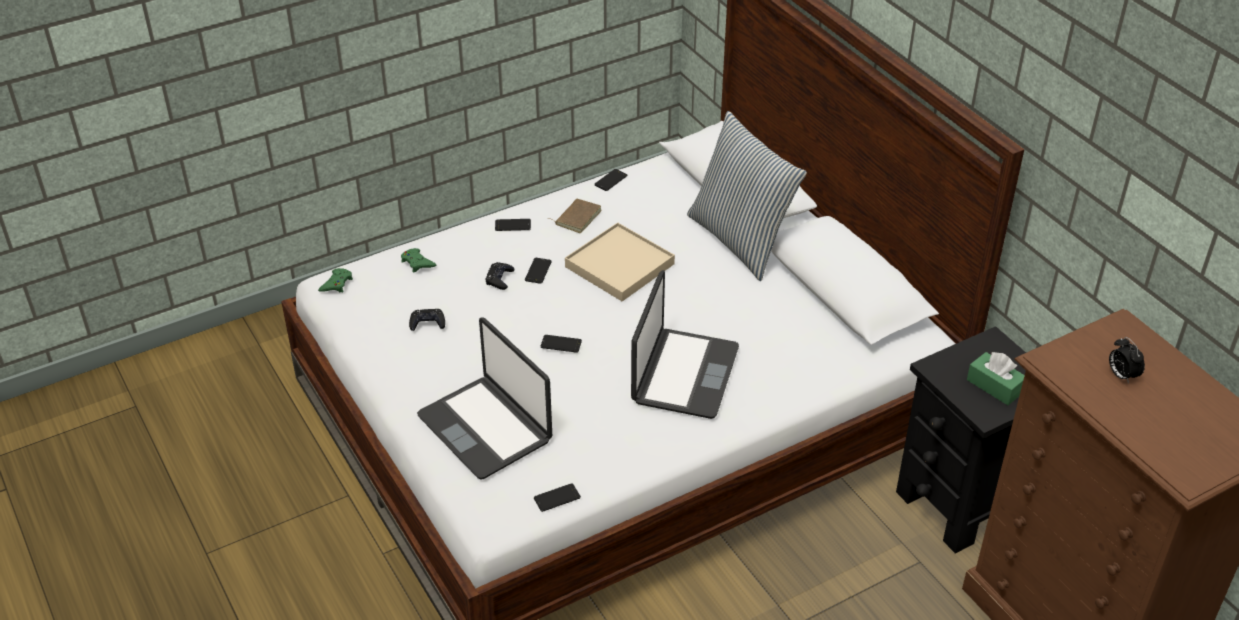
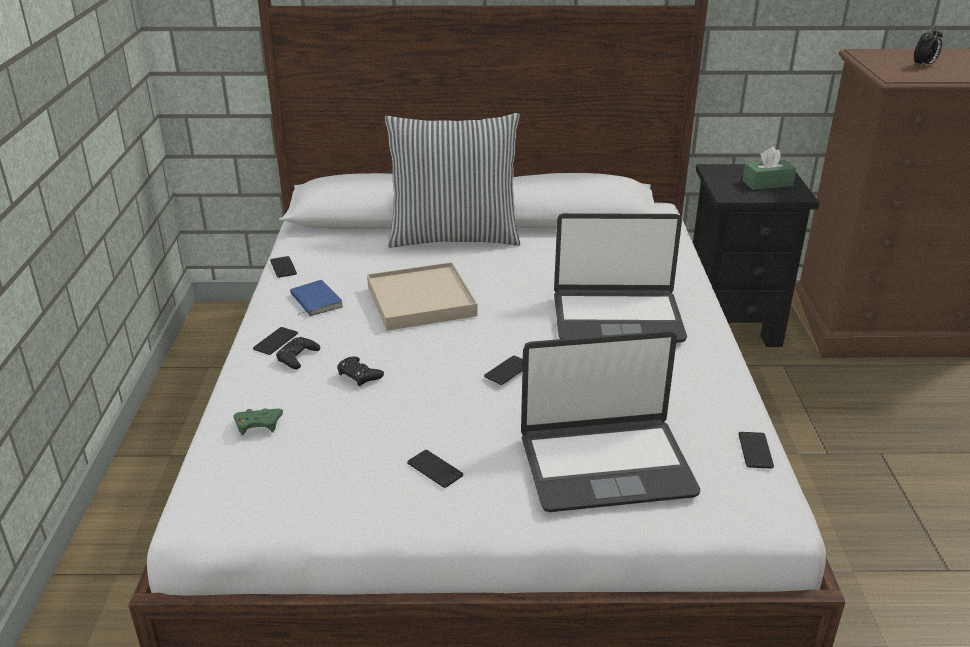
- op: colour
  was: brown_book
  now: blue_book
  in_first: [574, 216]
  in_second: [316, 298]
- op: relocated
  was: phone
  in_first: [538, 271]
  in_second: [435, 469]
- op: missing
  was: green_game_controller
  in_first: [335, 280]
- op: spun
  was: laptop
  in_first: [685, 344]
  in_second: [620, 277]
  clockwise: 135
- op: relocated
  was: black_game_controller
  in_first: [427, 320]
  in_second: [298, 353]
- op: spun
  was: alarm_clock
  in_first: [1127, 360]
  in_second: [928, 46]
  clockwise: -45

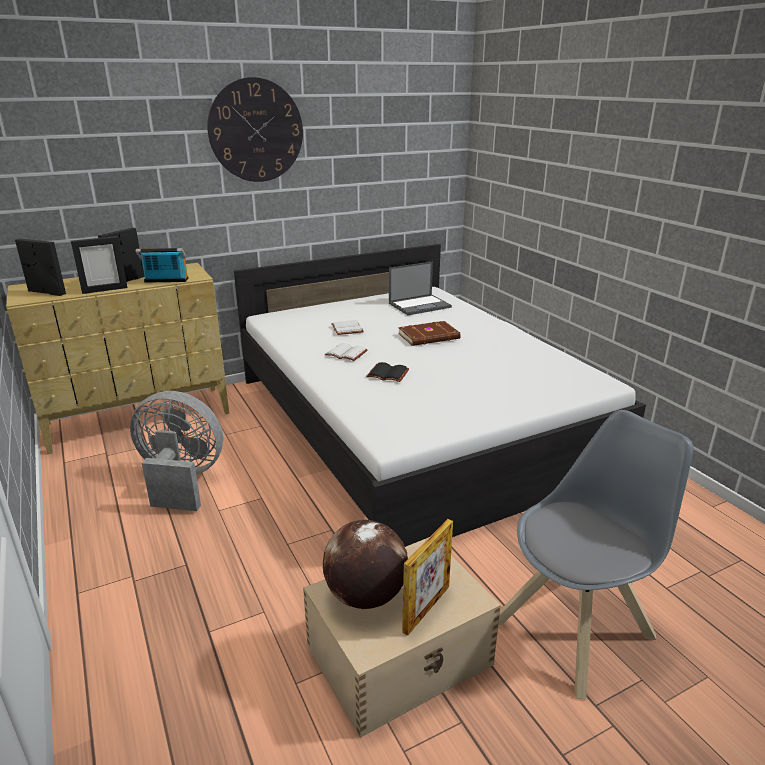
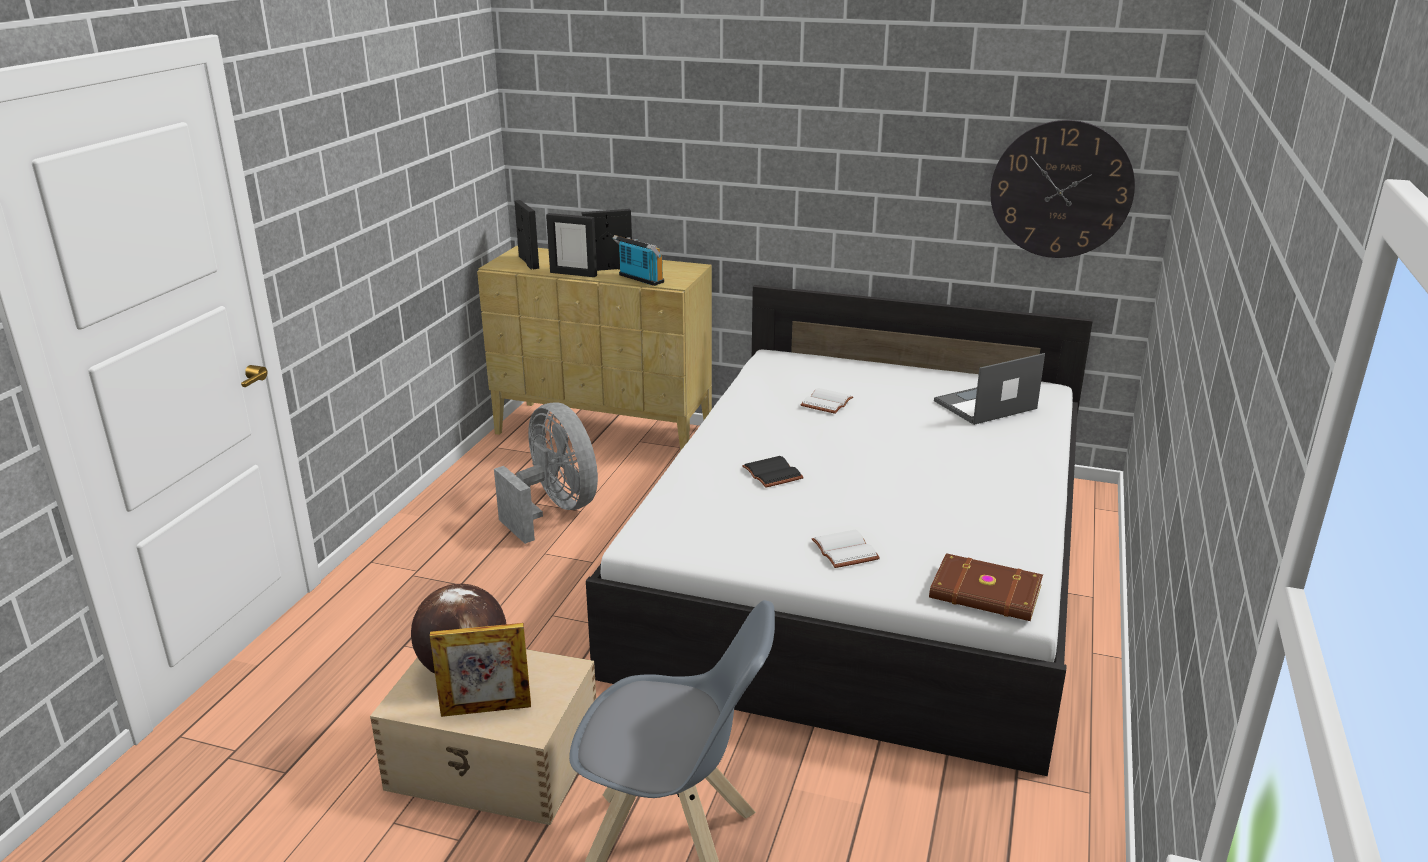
- op: relocated
  was: wall_clock
  in_first: [255, 129]
  in_second: [1062, 189]
- op: spun
  was: laptop
  in_first: [420, 288]
  in_second: [989, 389]
  clockwise: 135
- op: relocated
  was: brown_book
  in_first: [429, 333]
  in_second: [986, 587]
- op: relocated
  was: white_book
  in_first: [346, 352]
  in_second: [846, 548]

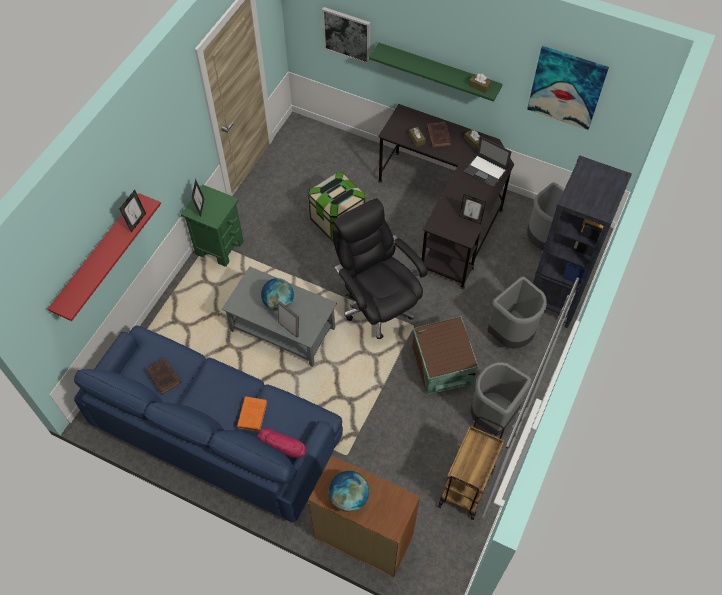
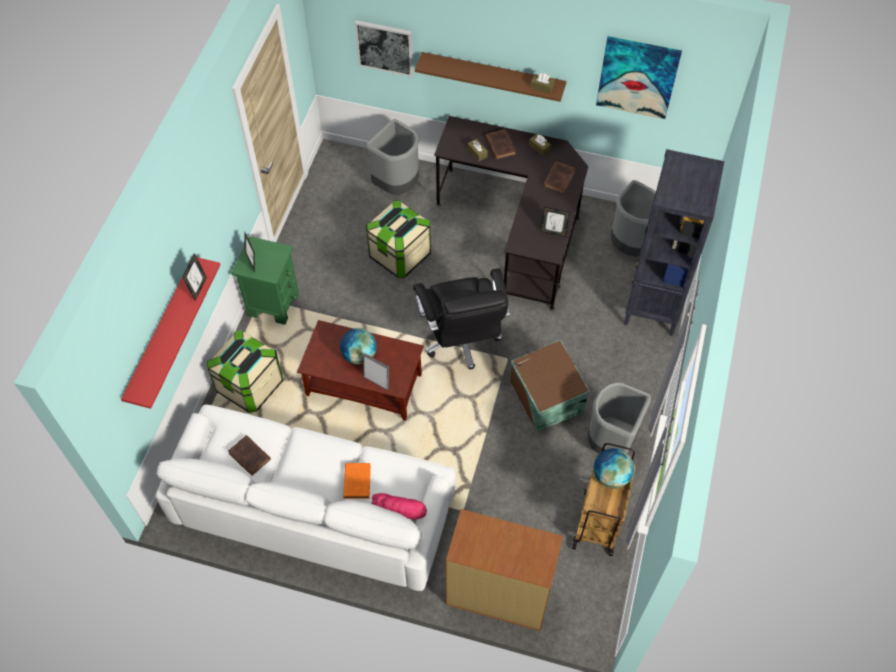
- op: colour
  was: green_shelf
  now: brown_shelf
  in_first: [436, 72]
  in_second: [490, 77]
- op: exchanged
  was: laptop
  now: brown_book
  in_first: [487, 162]
  in_second: [559, 177]
- op: spun
  was: black_office_chair
  in_first: [380, 268]
  in_second: [461, 318]
  clockwise: -150
- op: colour
  was: grey_coffee_table
  now: brown_coffee_table
  in_first: [279, 316]
  in_second: [360, 370]
- op: relocated
  was: grey_trash_can
  in_first: [517, 312]
  in_second: [393, 157]
- op: colour
  was: blue_sofa
  now: white_sofa
  in_first: [208, 424]
  in_second: [305, 498]
- op: relocated
  was: globe
  in_first: [349, 491]
  in_second: [614, 468]
- op: appeared
  now: storage_box
  in_second: [245, 371]

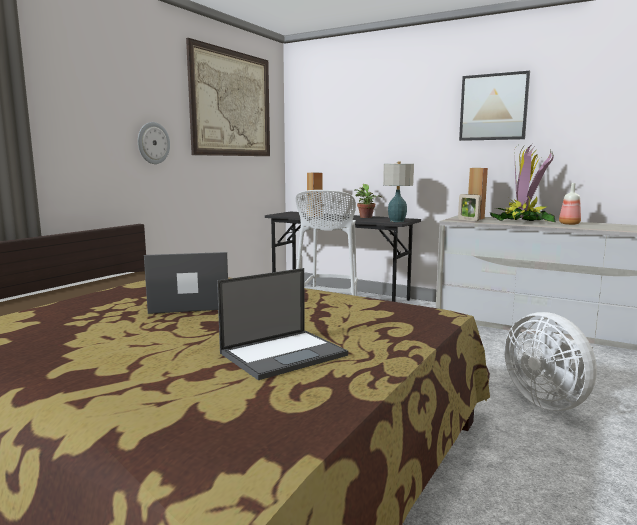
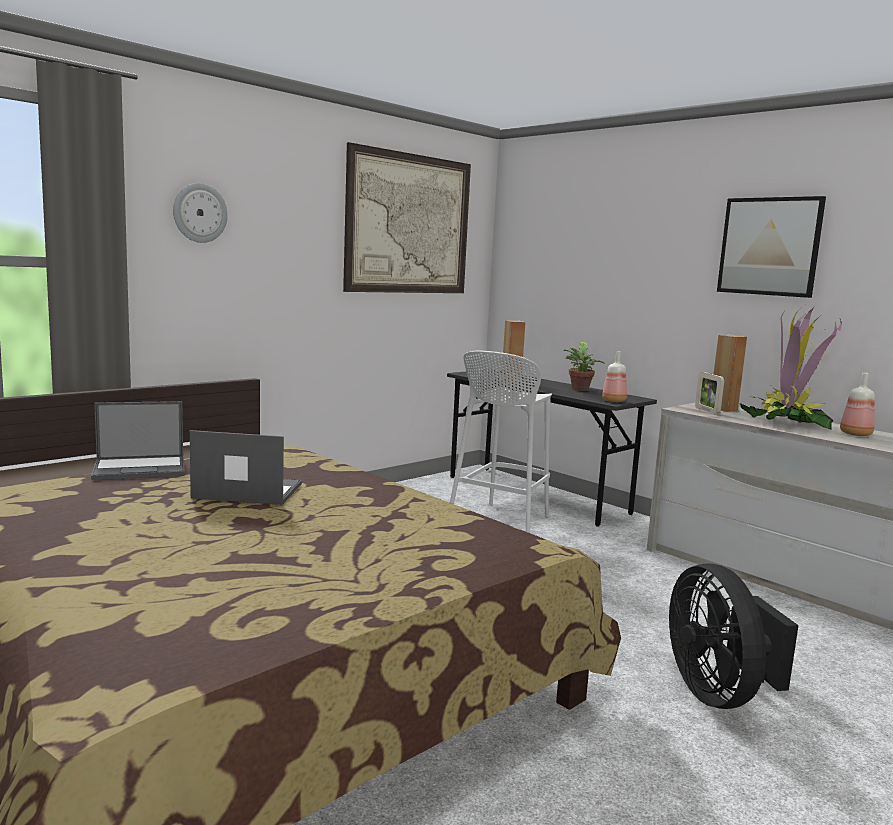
- op: relocated
  was: wall_clock
  in_first: [154, 143]
  in_second: [200, 213]
- op: exchanged
  was: table_lamp
  now: bottle
  in_first: [398, 192]
  in_second: [614, 376]
- op: relocated
  was: laptop
  in_first: [282, 324]
  in_second: [138, 440]
- op: colour
  was: white_fan
  now: black_fan
  in_first: [551, 361]
  in_second: [734, 636]

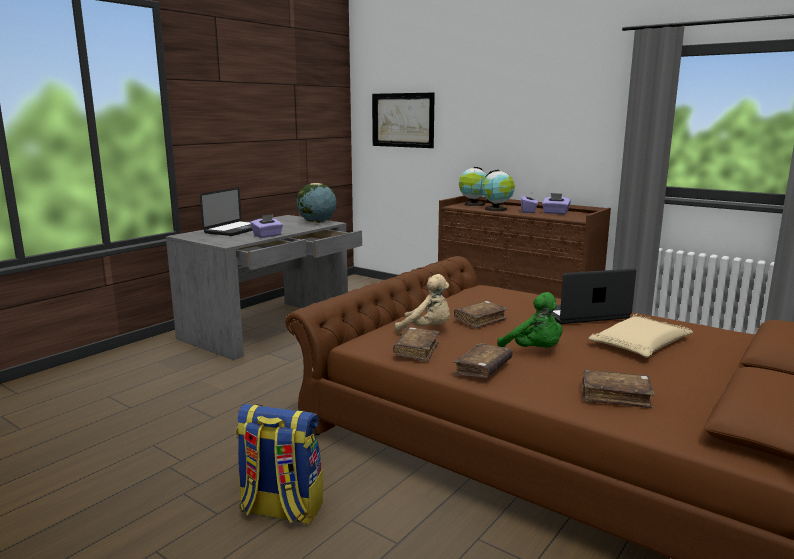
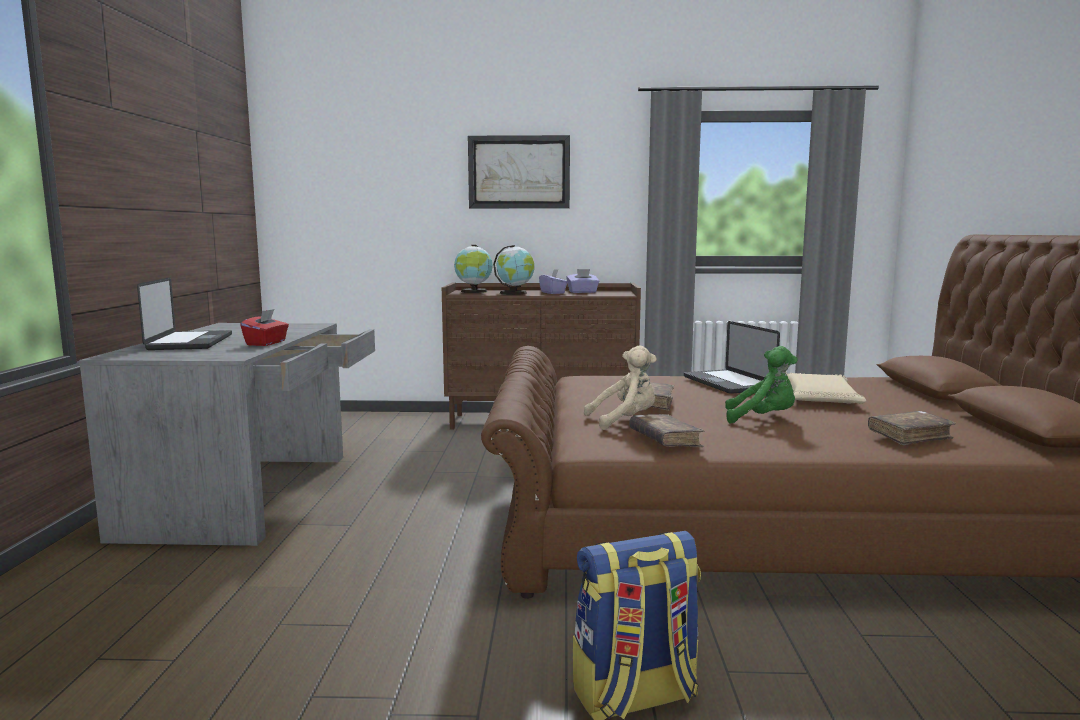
- op: relocated
  was: picture
  in_first: [403, 120]
  in_second: [519, 172]
- op: missing
  was: globe
  in_first: [316, 203]
- op: colour
  was: purple_tissue_box
  now: red_tissue_box
  in_first: [267, 226]
  in_second: [264, 327]
- op: spun
  was: laptop
  in_first: [594, 296]
  in_second: [732, 357]
  clockwise: -60
- op: missing
  was: brown_book
  in_first: [482, 360]

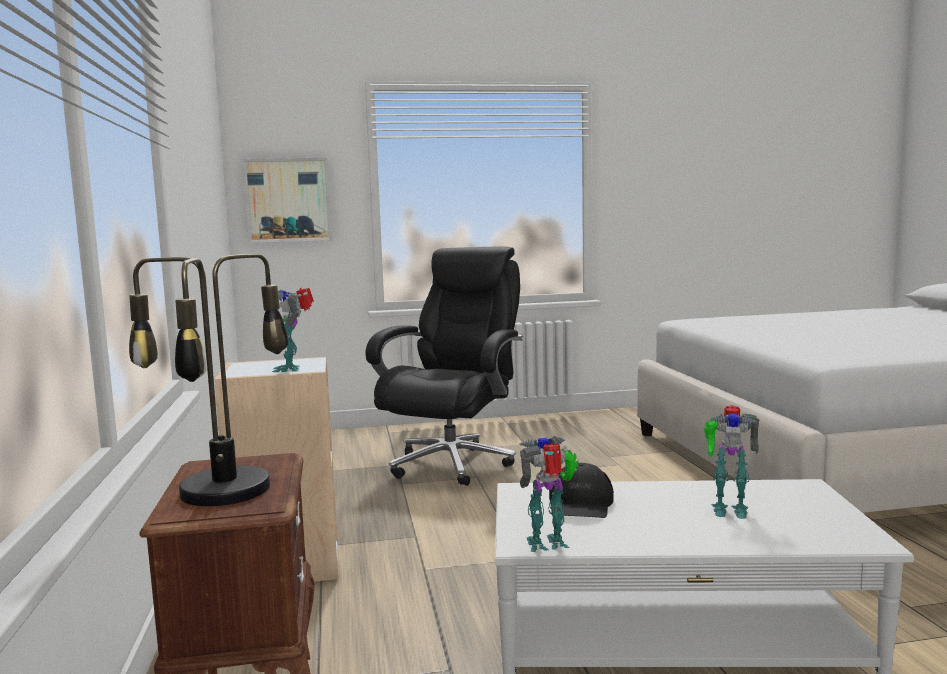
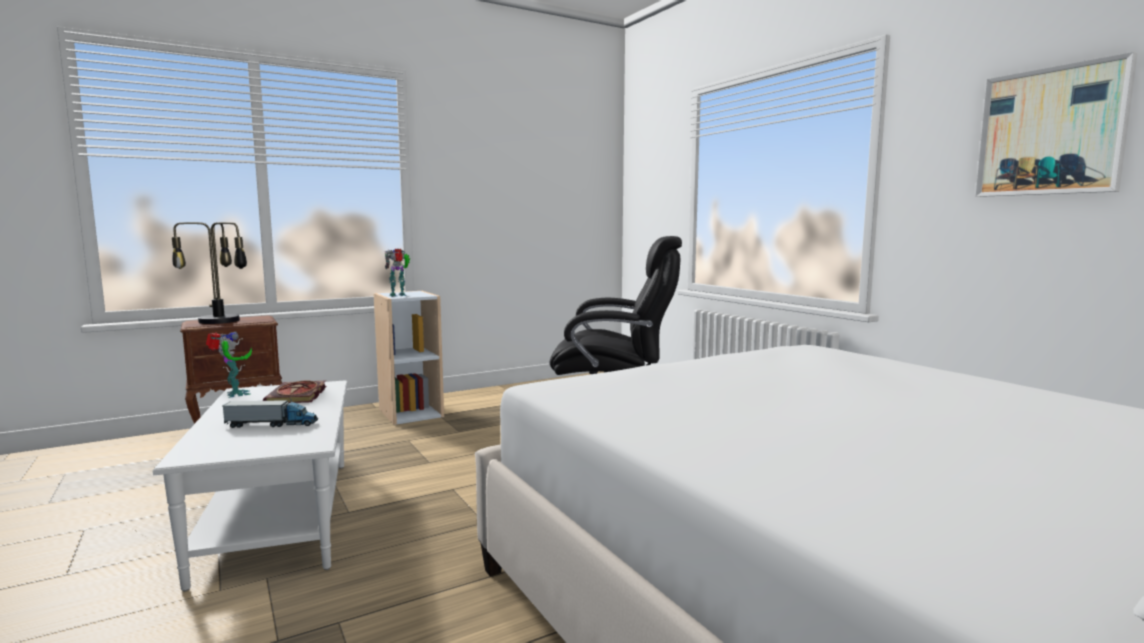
- op: relocated
  was: picture
  in_first: [287, 200]
  in_second: [1057, 124]
- op: exchanged
  was: toy_robot
  now: toy_truck
  in_first: [732, 462]
  in_second: [270, 413]
- op: exchanged
  was: black_cap
  now: book
  in_first: [581, 490]
  in_second: [294, 391]

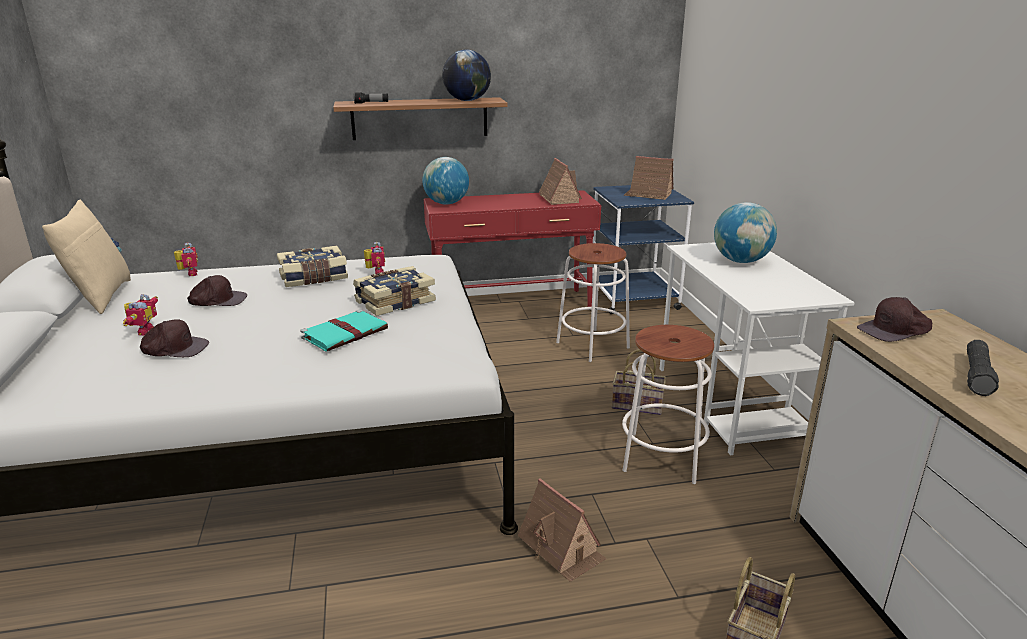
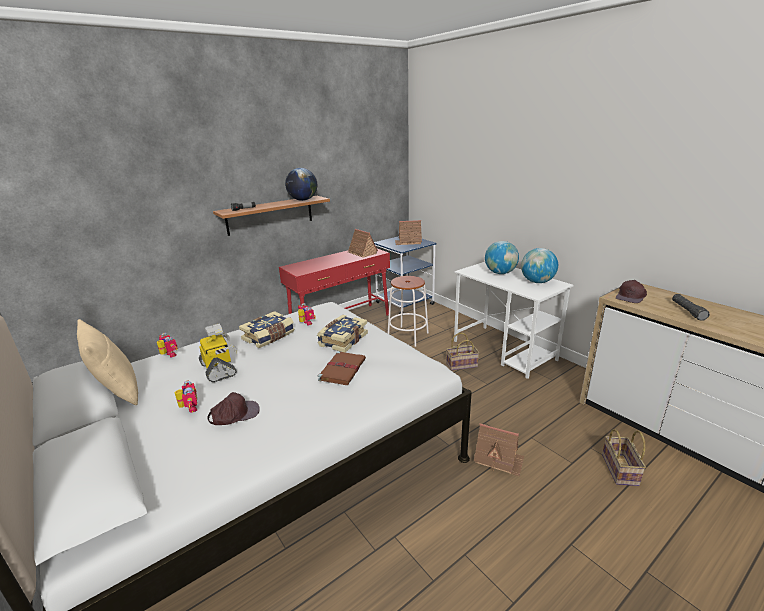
- op: relocated
  was: globe
  in_first: [445, 181]
  in_second: [539, 265]
- op: exchanged
  was: brown_cap
  now: toy_robot
  in_first: [217, 290]
  in_second: [218, 353]
- op: colour
  was: turquoise_book
  now: brown_book
  in_first: [344, 330]
  in_second: [342, 368]
- op: missing
  was: white_stool
  in_first: [668, 404]

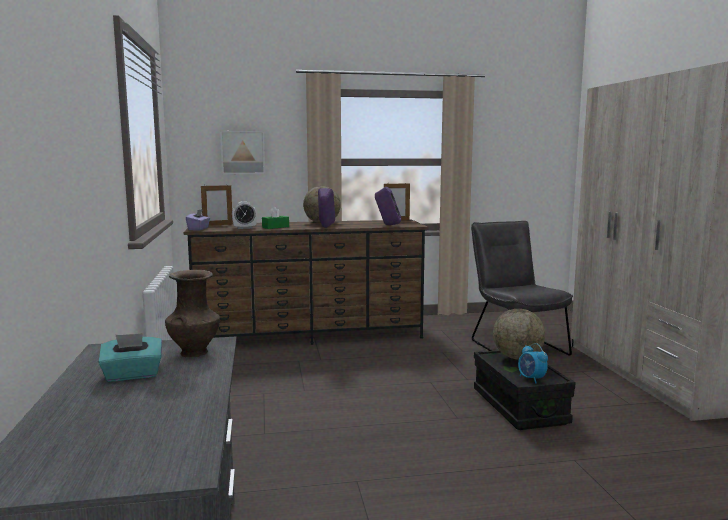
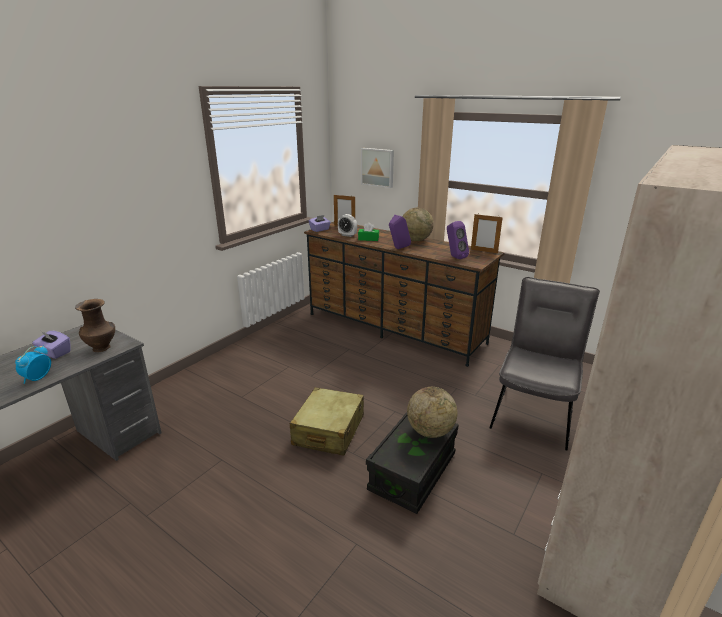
- op: colour
  was: turquoise_tissue_box
  now: purple_tissue_box
  in_first: [130, 357]
  in_second: [51, 345]
- op: relocated
  was: alarm_clock
  in_first: [533, 363]
  in_second: [33, 365]
- op: appeared
  now: beige_suitcase
  in_second: [327, 421]

